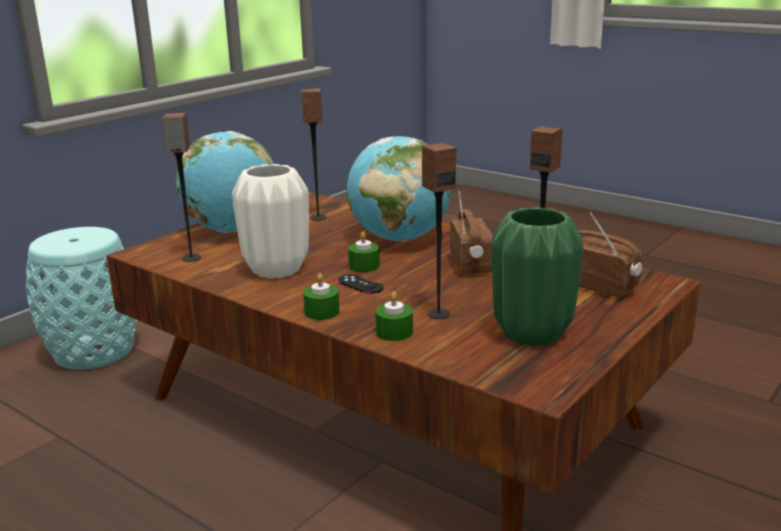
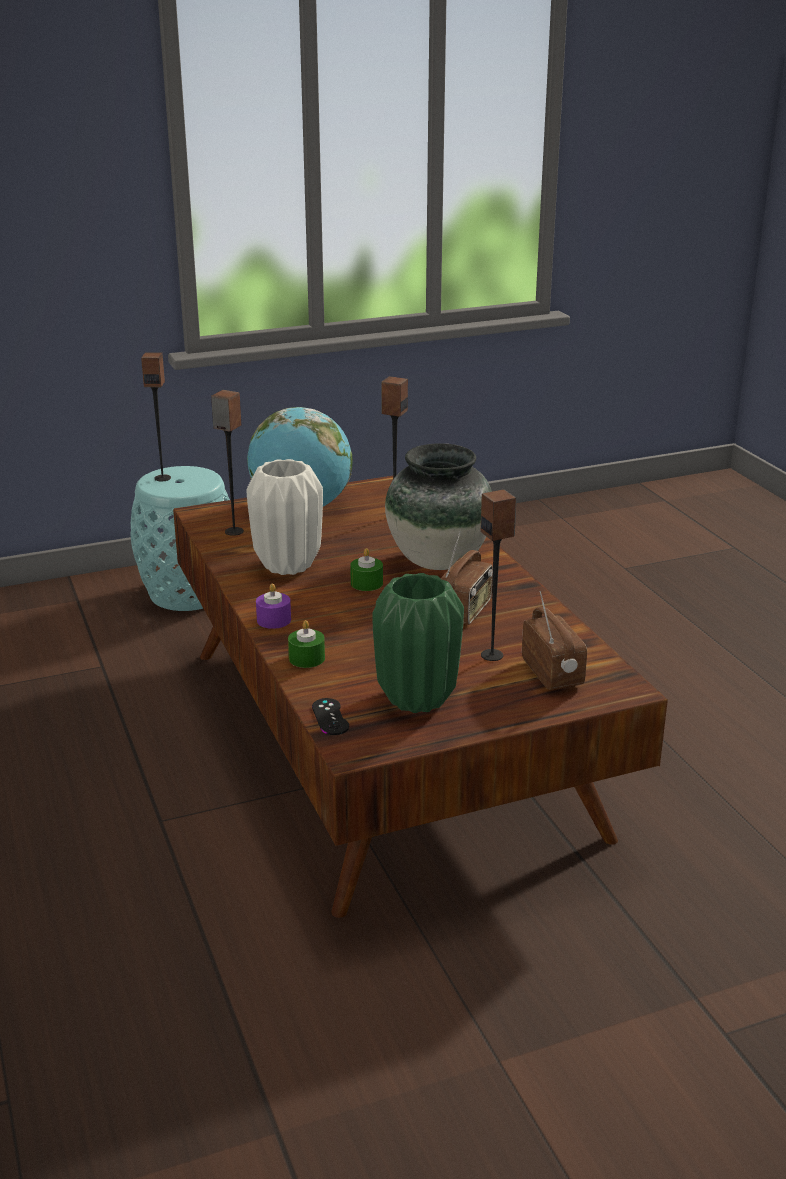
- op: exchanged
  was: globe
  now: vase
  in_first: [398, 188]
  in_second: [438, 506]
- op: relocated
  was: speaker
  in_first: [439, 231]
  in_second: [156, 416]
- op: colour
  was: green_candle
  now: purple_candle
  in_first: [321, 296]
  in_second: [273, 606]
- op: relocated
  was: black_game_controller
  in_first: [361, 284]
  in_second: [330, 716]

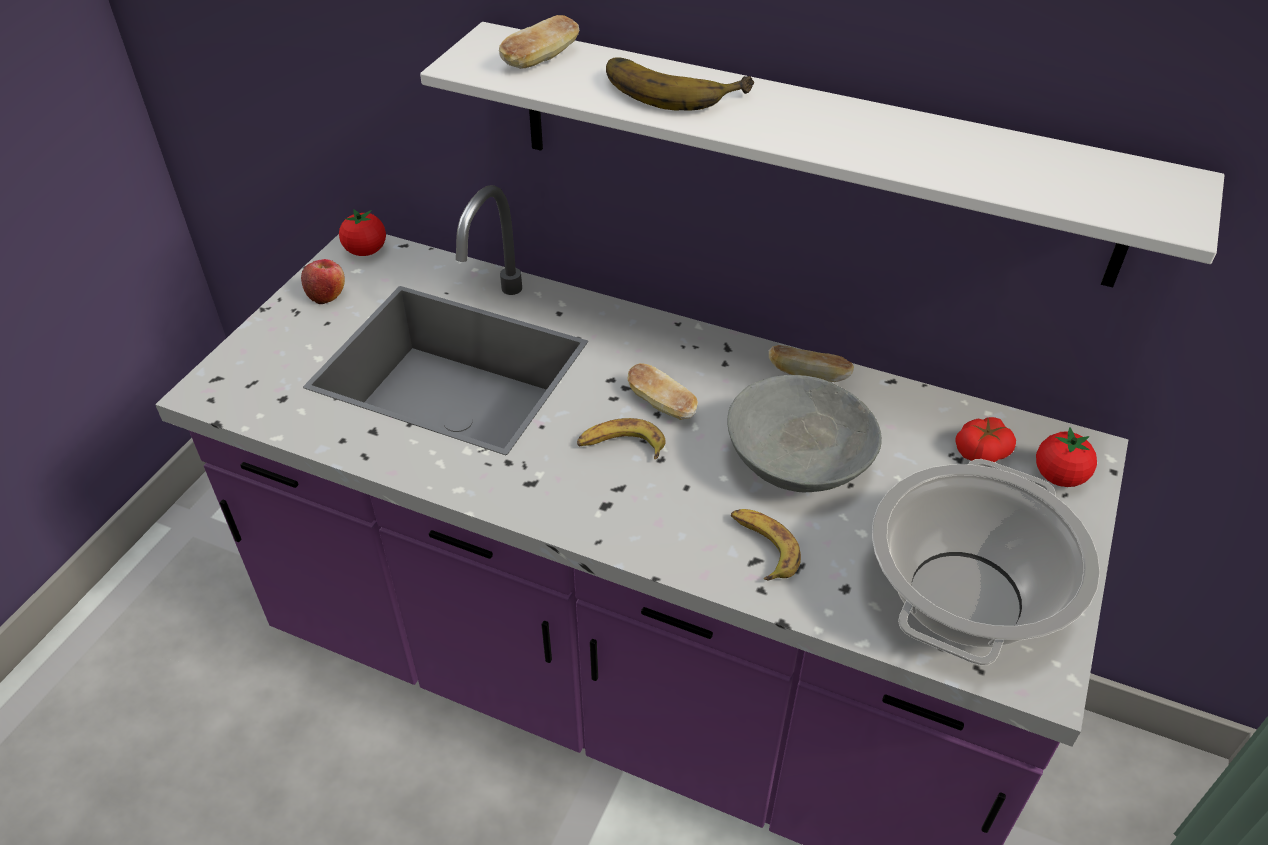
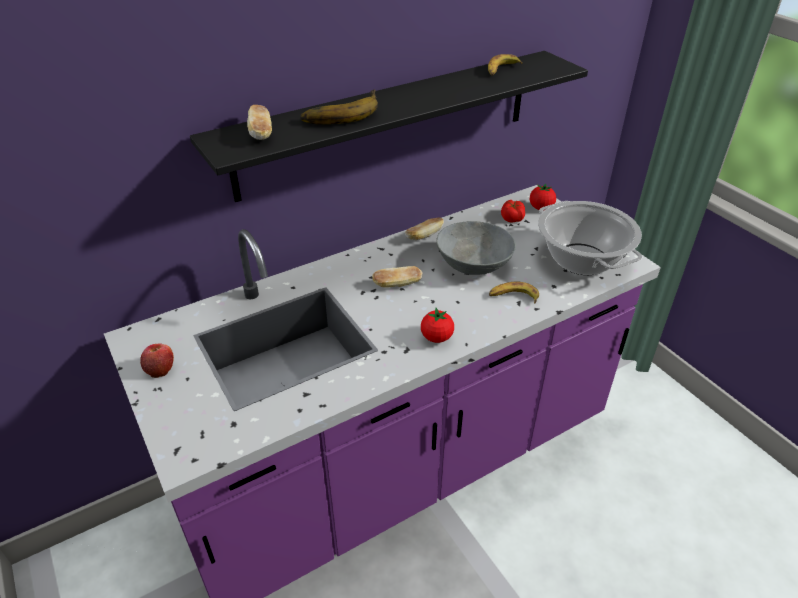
- op: colour
  was: white_shelf
  now: black_shelf
  in_first: [822, 155]
  in_second: [389, 126]
- op: relocated
  was: tomato
  in_first: [362, 232]
  in_second: [437, 325]
- op: relocated
  was: banana
  in_first: [621, 438]
  in_second: [505, 65]

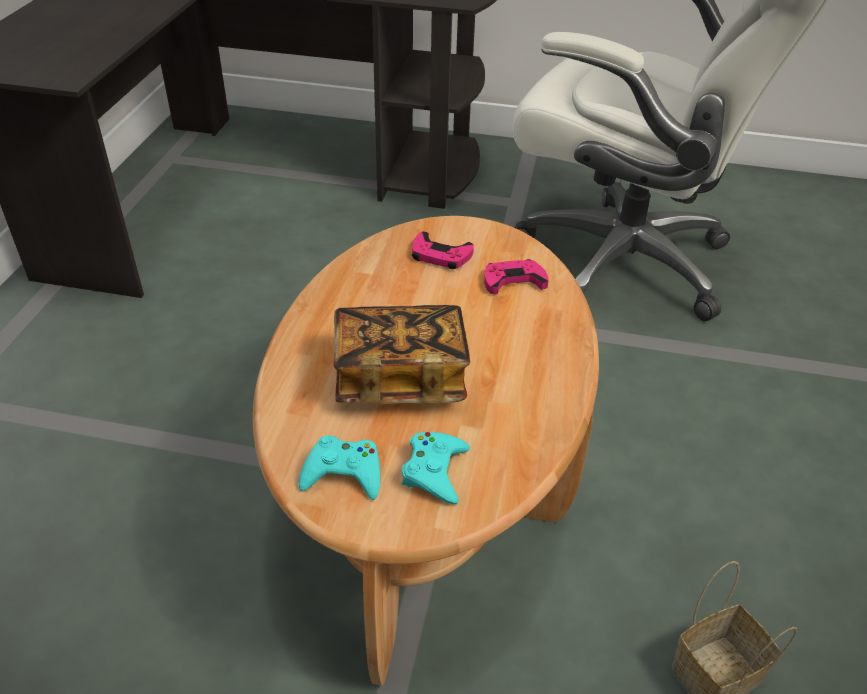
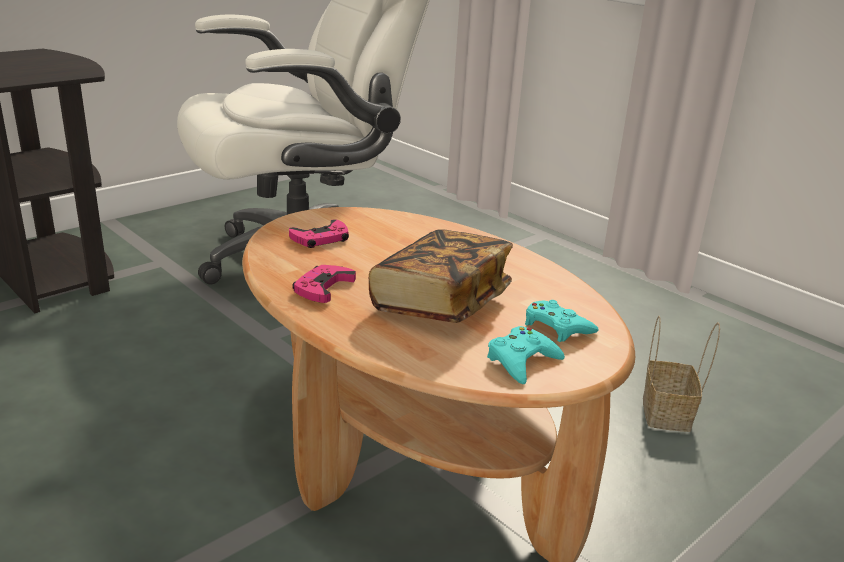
- op: relocated
  was: pink_game_controller
  in_first: [517, 276]
  in_second: [324, 284]

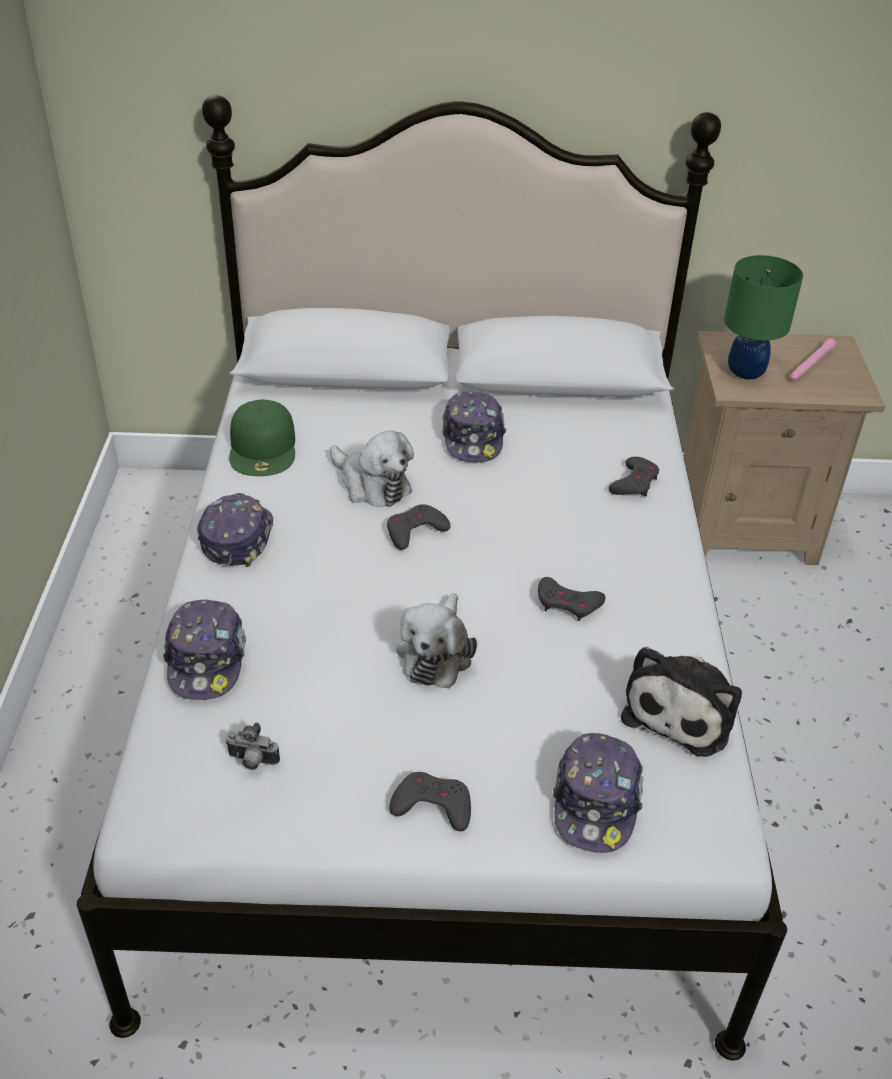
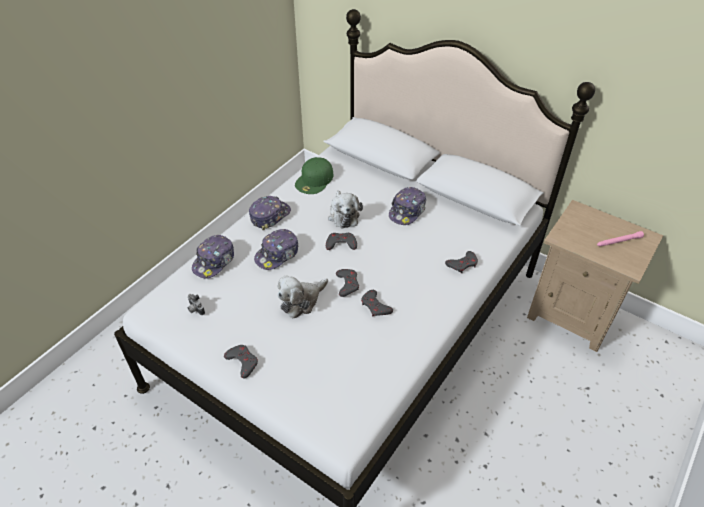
- op: missing
  was: green_table_lamp
  in_first: [763, 317]
- op: missing
  was: plush_toy
  in_first: [681, 702]
- op: relocated
  was: cap
  in_first: [598, 793]
  in_second: [276, 249]
- op: appeared
  now: grey_game_controller
  in_second: [347, 283]

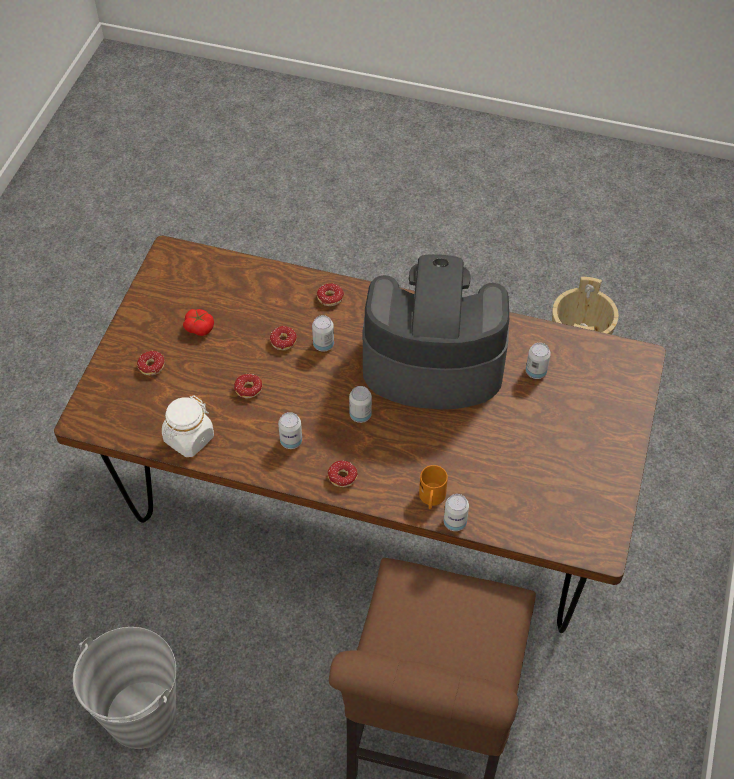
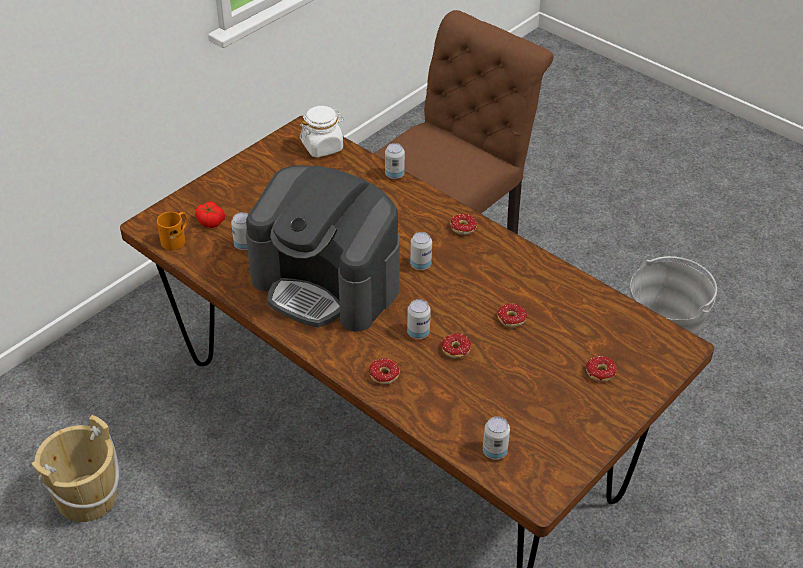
- op: relocated
  was: tomato
  in_first: [198, 322]
  in_second: [210, 215]
- op: relocated
  was: white_jar
  in_first: [188, 426]
  in_second: [322, 132]
- op: relocated
  was: can
  in_first: [290, 430]
  in_second: [496, 438]
- op: relocated
  was: orange_mug
  in_first: [433, 487]
  in_second: [172, 231]

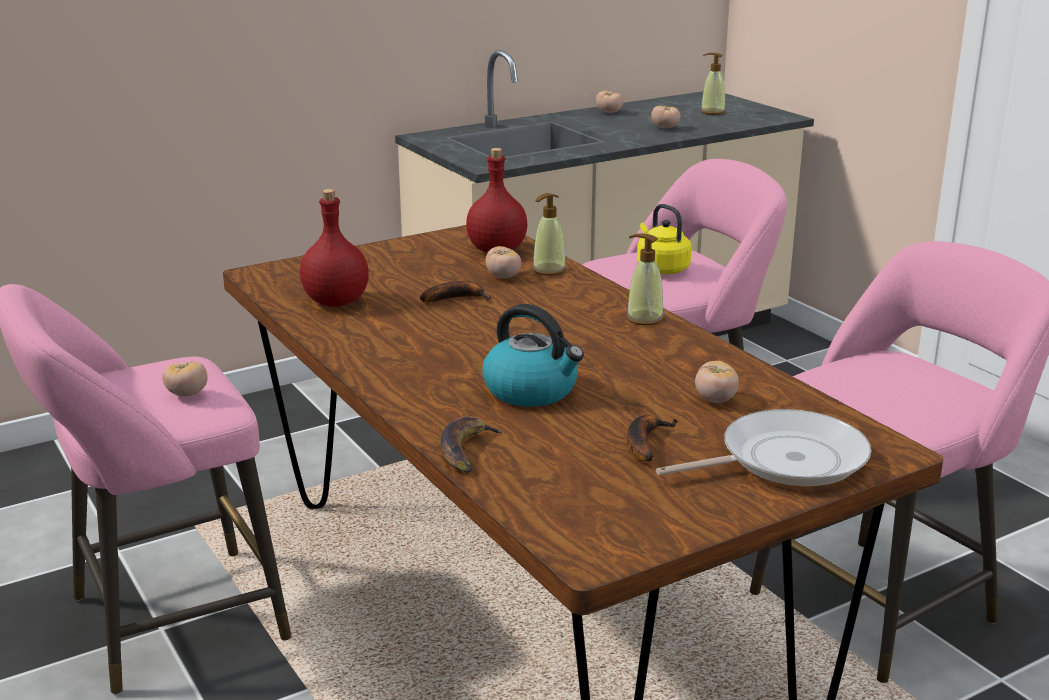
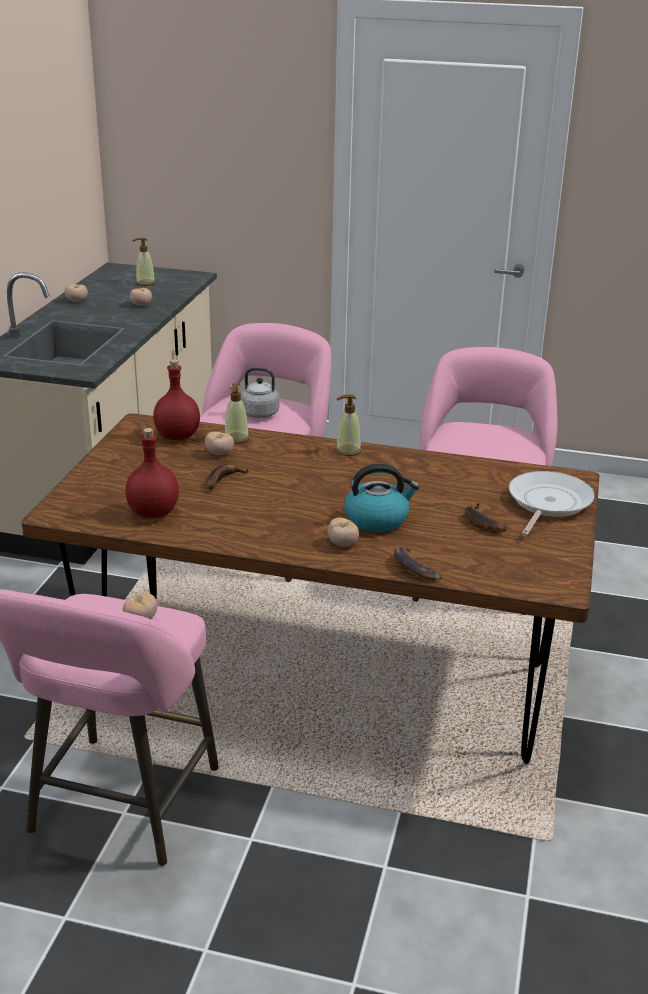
- op: colour
  was: yellow_kettle
  now: grey_kettle
  in_first: [664, 239]
  in_second: [254, 392]
- op: relocated
  was: tomato
  in_first: [717, 382]
  in_second: [343, 532]

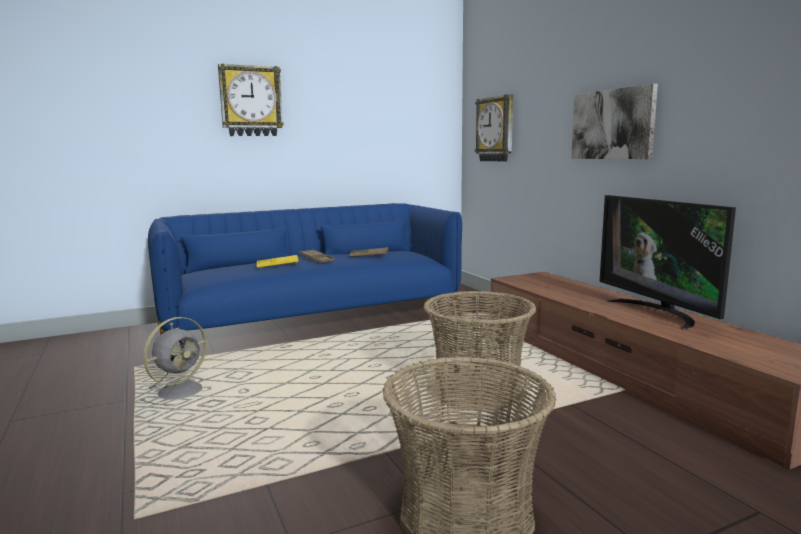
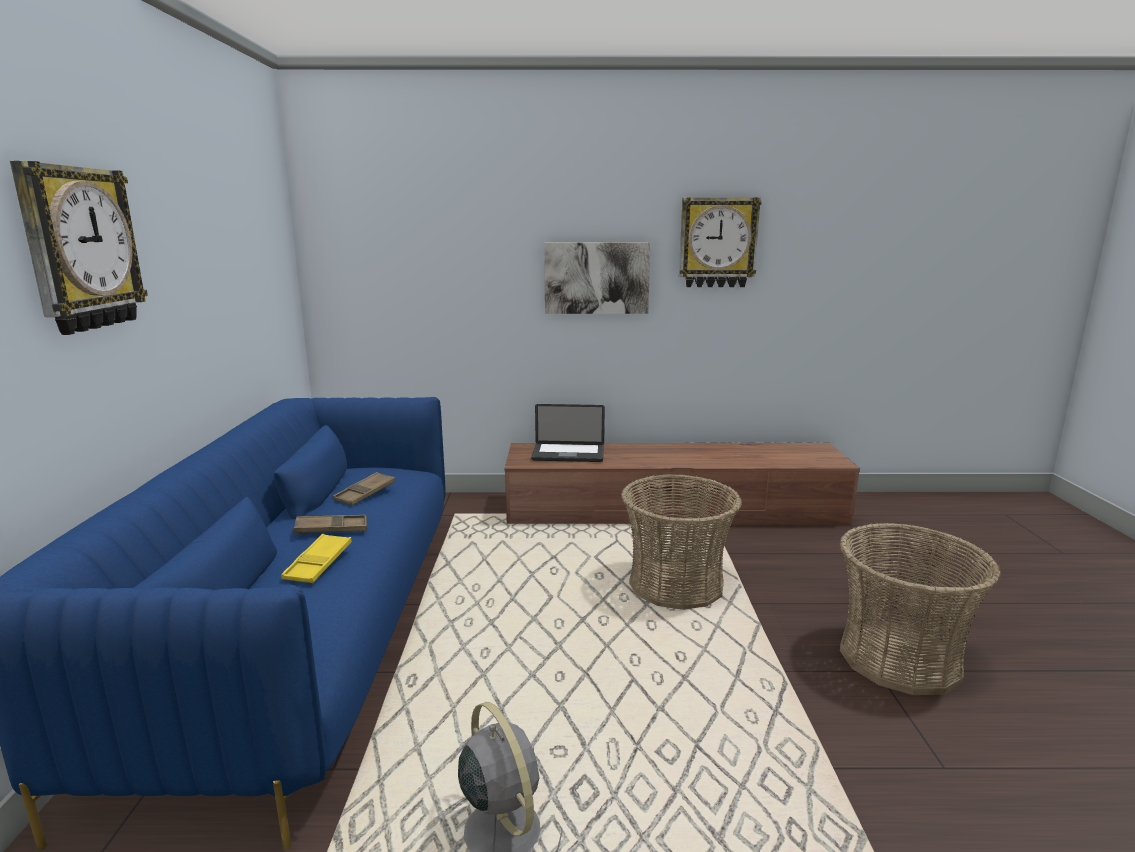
- op: relocated
  was: wall_clock
  in_first: [494, 128]
  in_second: [720, 242]
- op: missing
  was: television
  in_first: [667, 262]
- op: appeared
  now: laptop
  in_second: [568, 433]

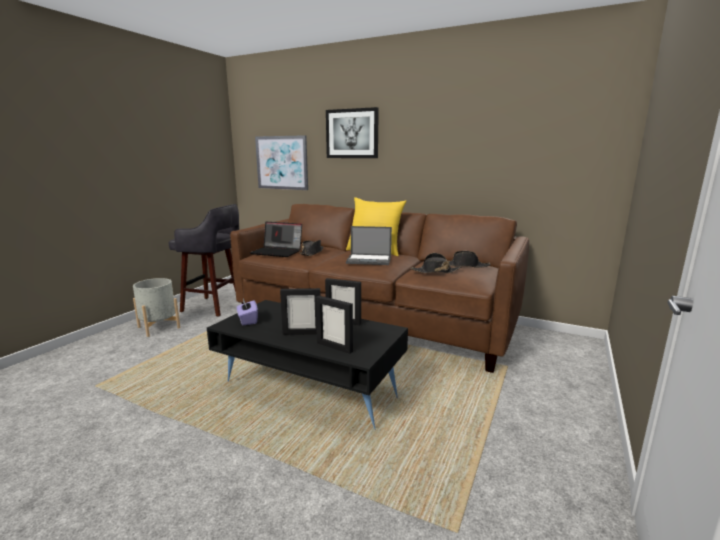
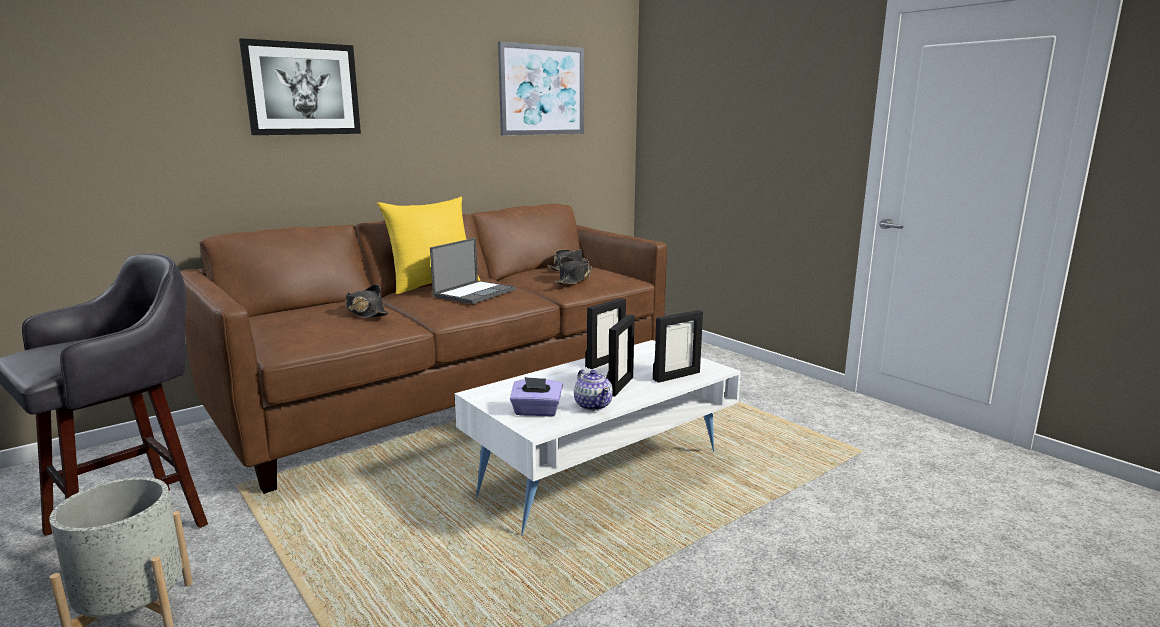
- op: relocated
  was: picture
  in_first: [281, 162]
  in_second: [541, 88]
- op: missing
  was: laptop
  in_first: [276, 239]
- op: colour
  was: black_coffee_table
  now: white_coffee_table
  in_first: [307, 364]
  in_second: [598, 438]
- op: appeared
  now: teapot
  in_second: [593, 390]

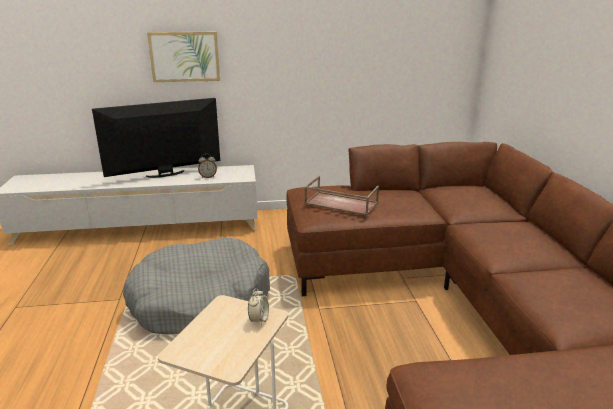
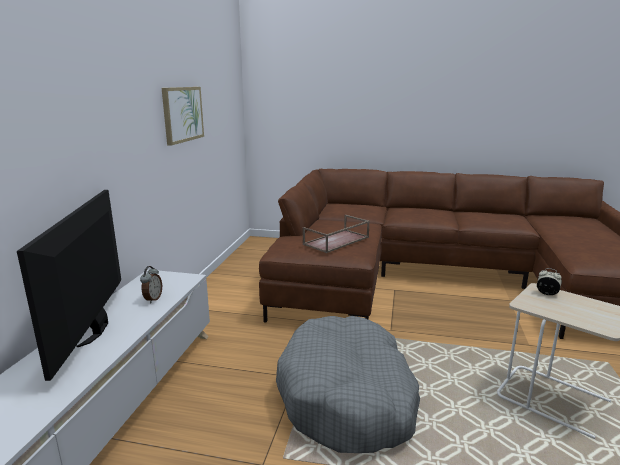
- op: relocated
  was: picture
  in_first: [183, 57]
  in_second: [183, 116]

